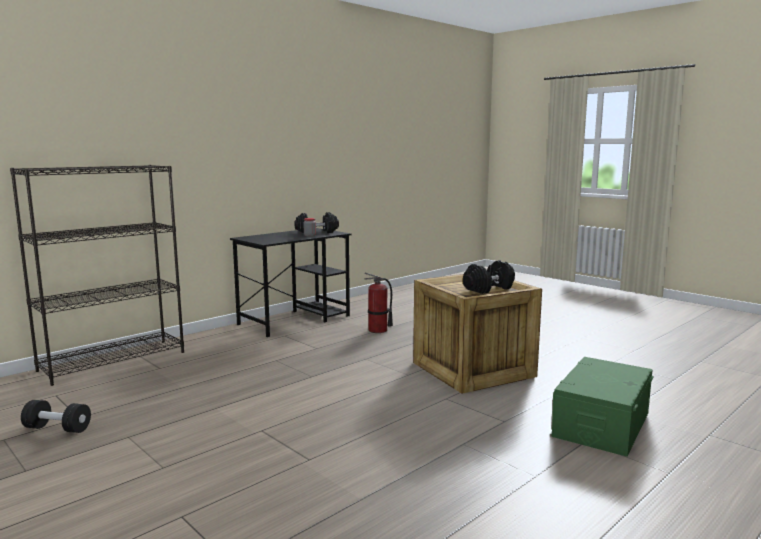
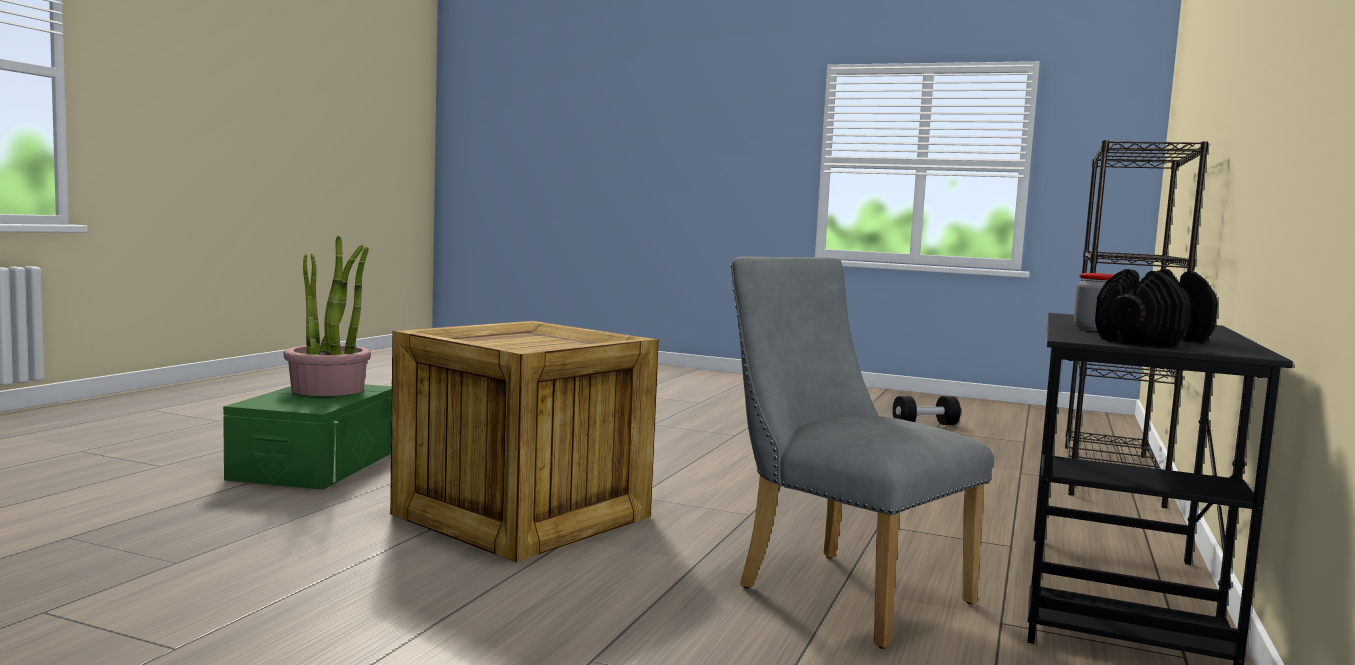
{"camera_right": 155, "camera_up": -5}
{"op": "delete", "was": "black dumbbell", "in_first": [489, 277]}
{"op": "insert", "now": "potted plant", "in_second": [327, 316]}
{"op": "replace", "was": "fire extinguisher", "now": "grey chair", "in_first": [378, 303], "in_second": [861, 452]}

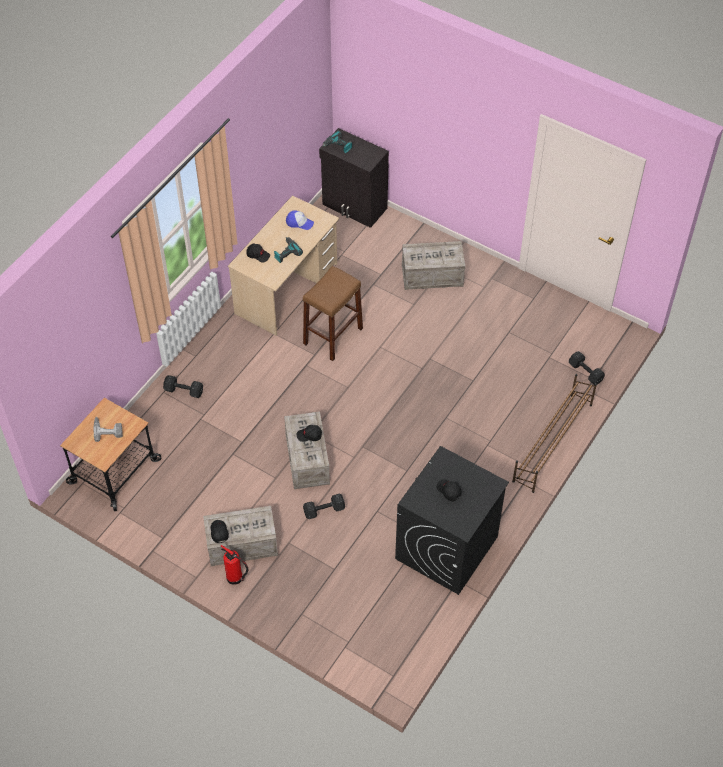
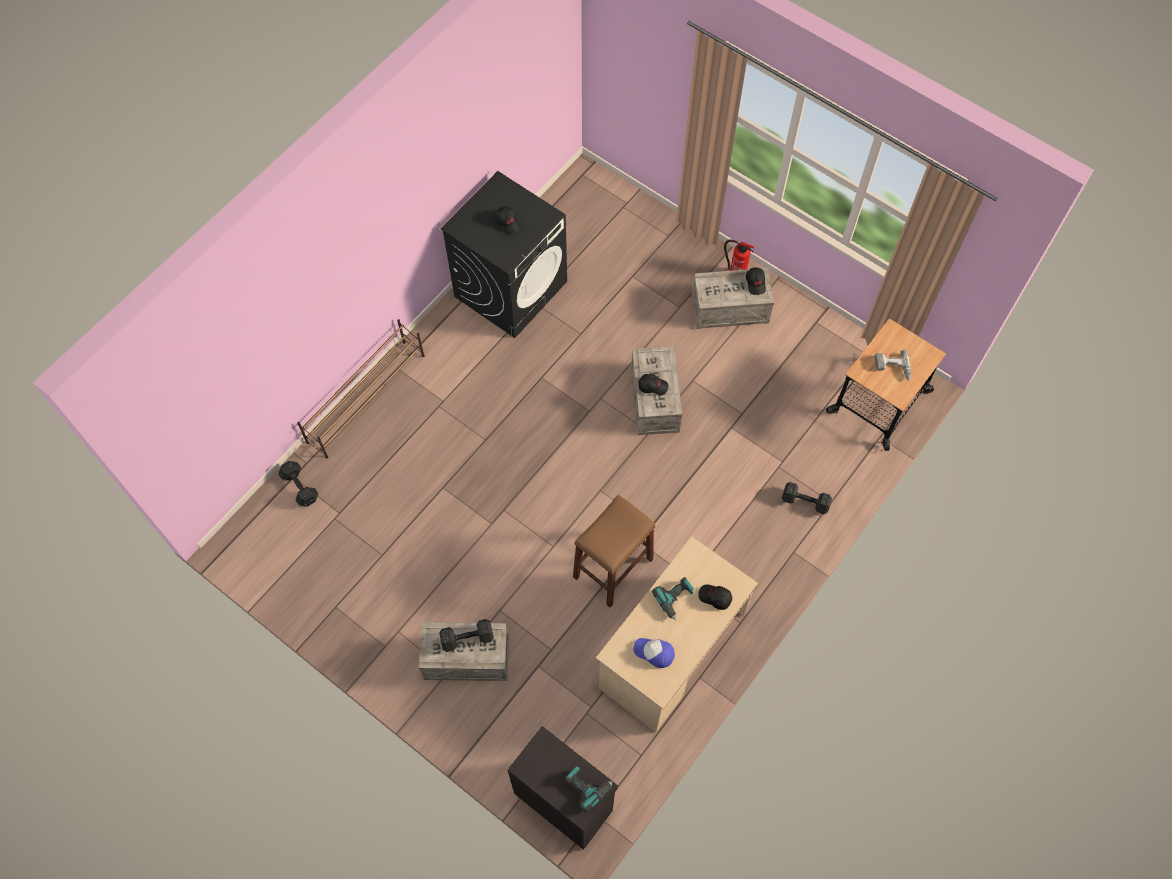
{"camera_right": -175, "camera_up": 10}
{"op": "move", "was": "black dumbbell", "in_first": [324, 506], "in_second": [467, 635]}

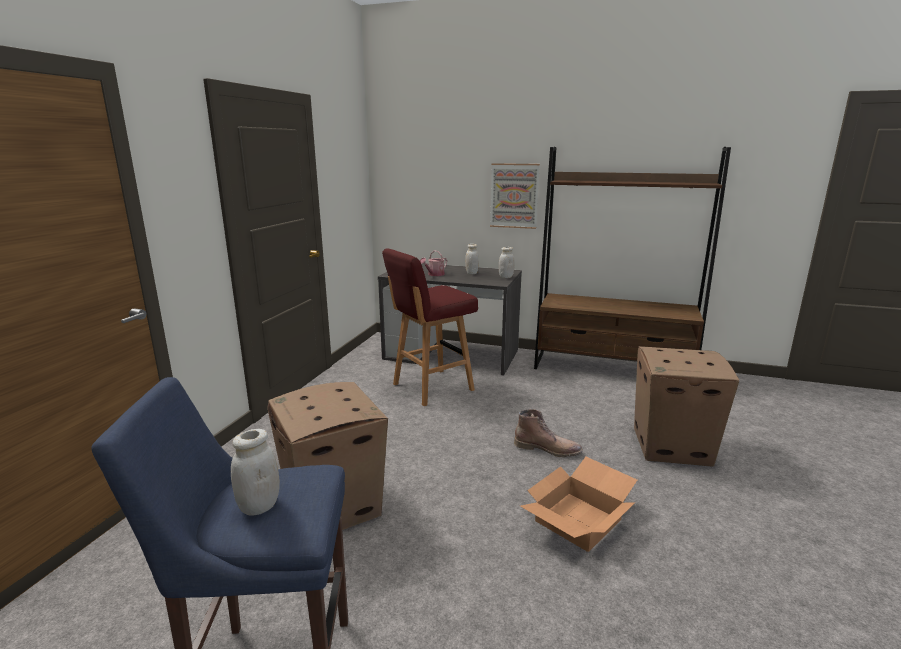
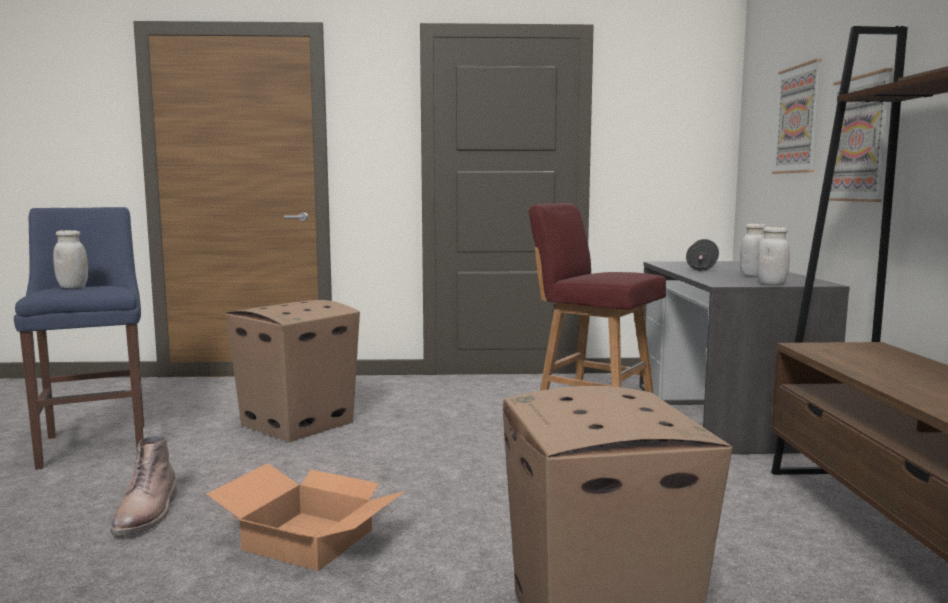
{"camera_right": 70, "camera_up": -10}
{"op": "insert", "now": "picture", "in_second": [797, 116]}
{"op": "move", "was": "brown boot", "in_first": [548, 433], "in_second": [144, 485]}
{"op": "replace", "was": "watering can", "now": "black dumbbell", "in_first": [433, 263], "in_second": [702, 255]}

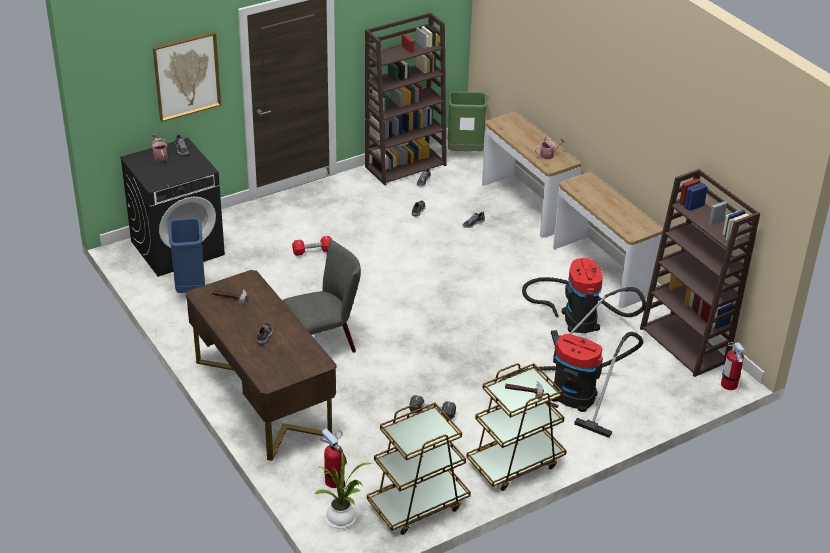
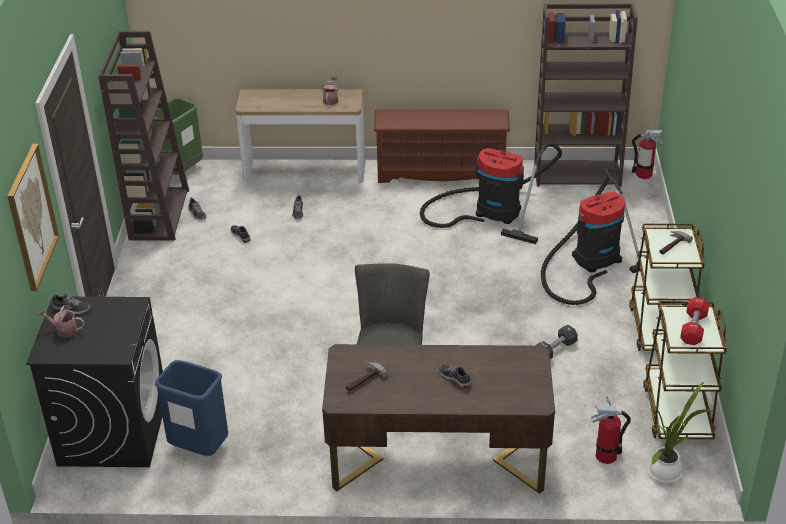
{"camera_right": -55, "camera_up": 0}
{"op": "move", "was": "red dumbbell", "in_first": [312, 246], "in_second": [695, 321]}
{"op": "replace", "was": "console table", "now": "brown shoe rack", "in_first": [608, 240], "in_second": [442, 146]}

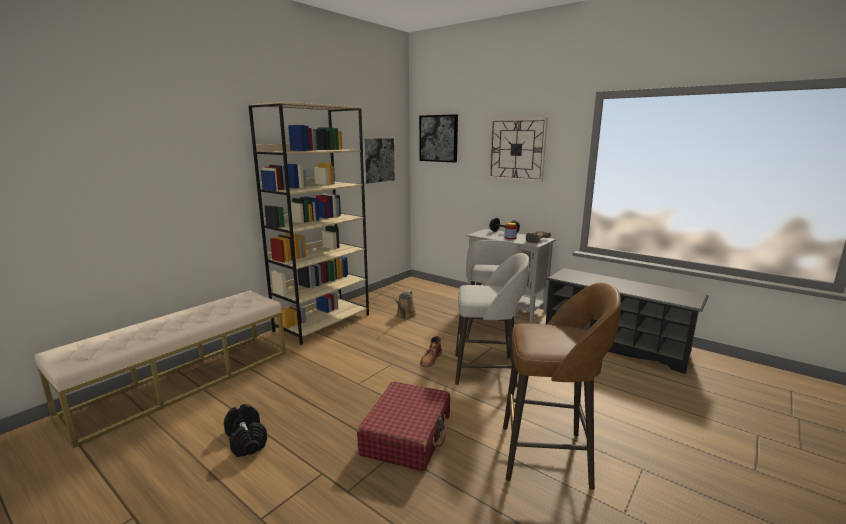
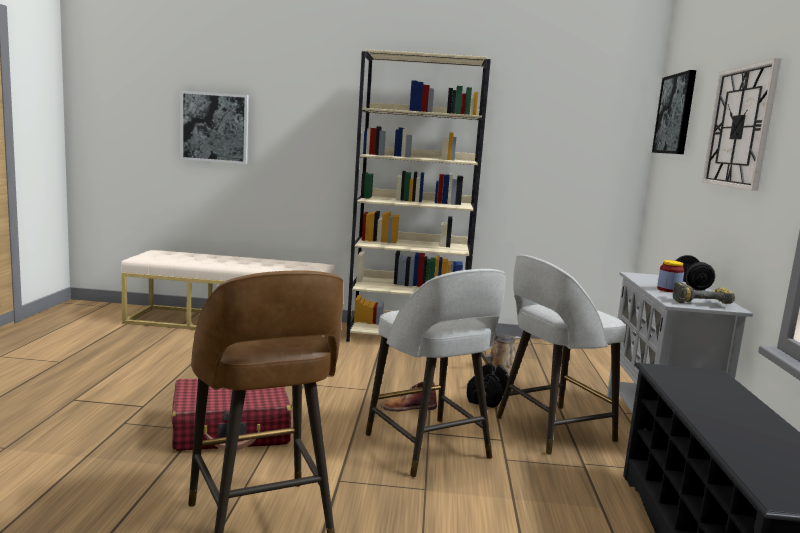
{"camera_right": 55, "camera_up": -5}
{"op": "move", "was": "black dumbbell", "in_first": [245, 430], "in_second": [488, 385]}
{"op": "move", "was": "picture", "in_first": [379, 161], "in_second": [214, 127]}

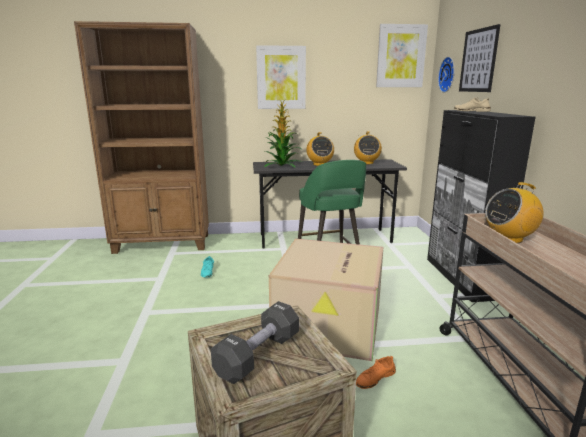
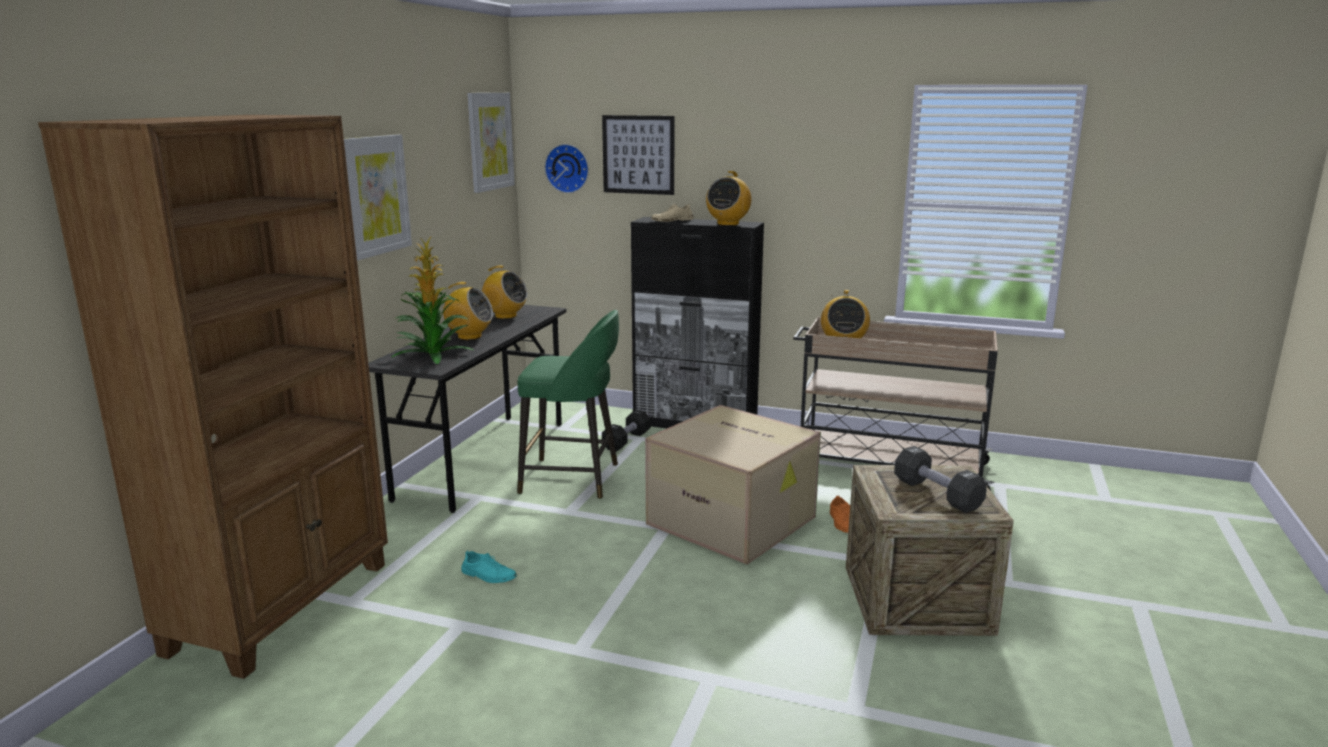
{"camera_right": -65, "camera_up": 0}
{"op": "insert", "now": "black dumbbell", "in_second": [626, 431]}
{"op": "insert", "now": "radio", "in_second": [728, 198]}

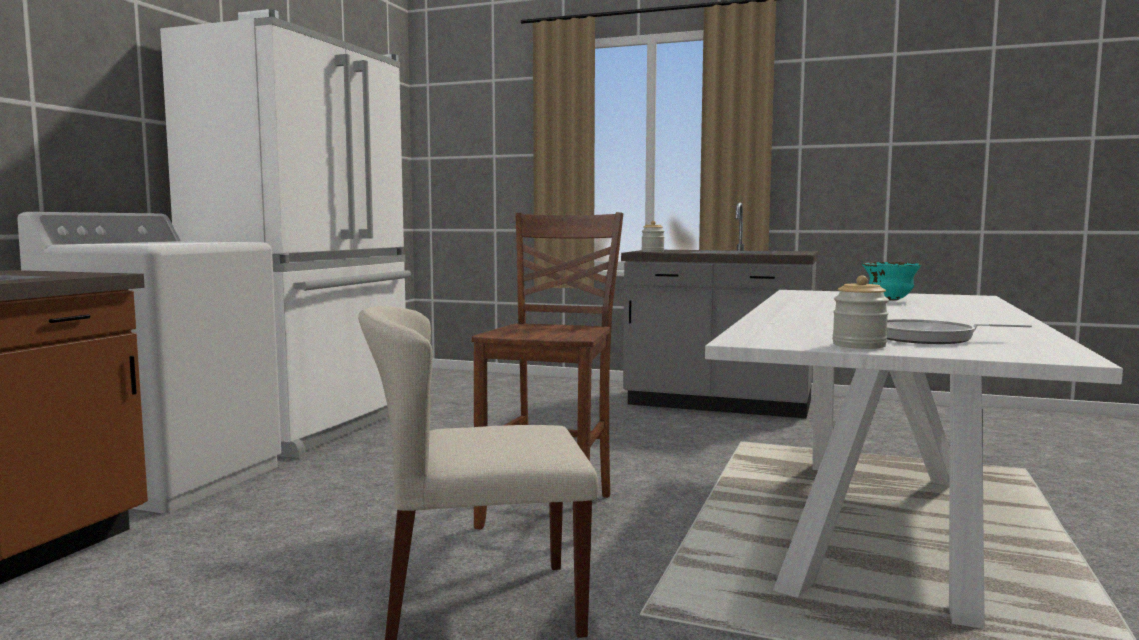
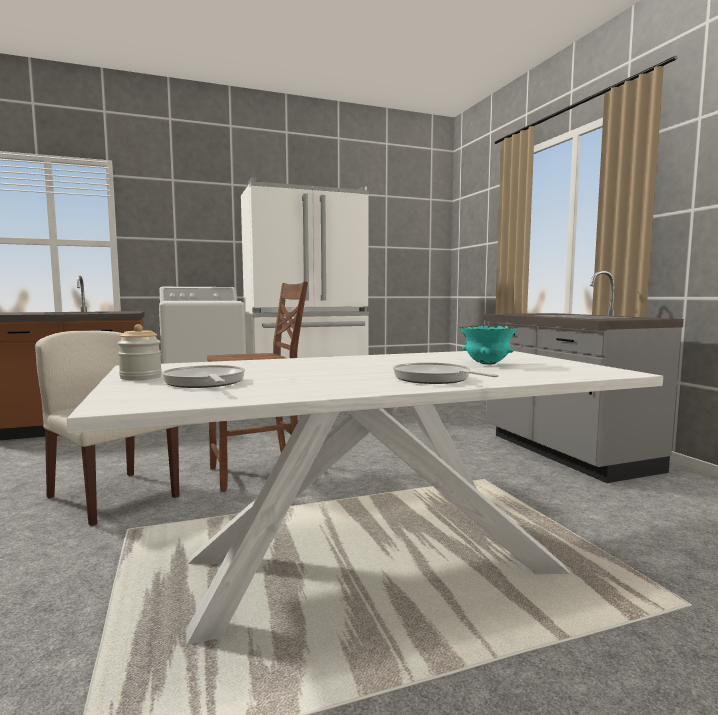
{"camera_right": 50, "camera_up": 0}
{"op": "delete", "was": "jar", "in_first": [653, 236]}
{"op": "insert", "now": "frying pan", "in_second": [446, 373]}

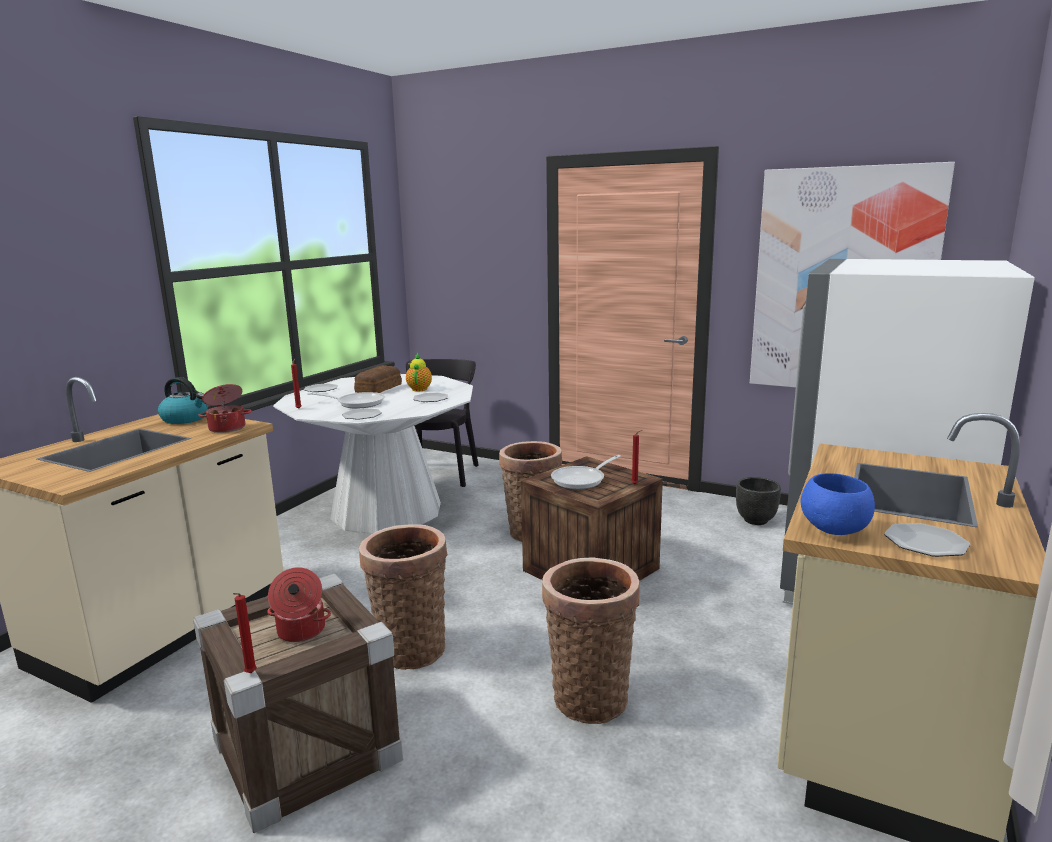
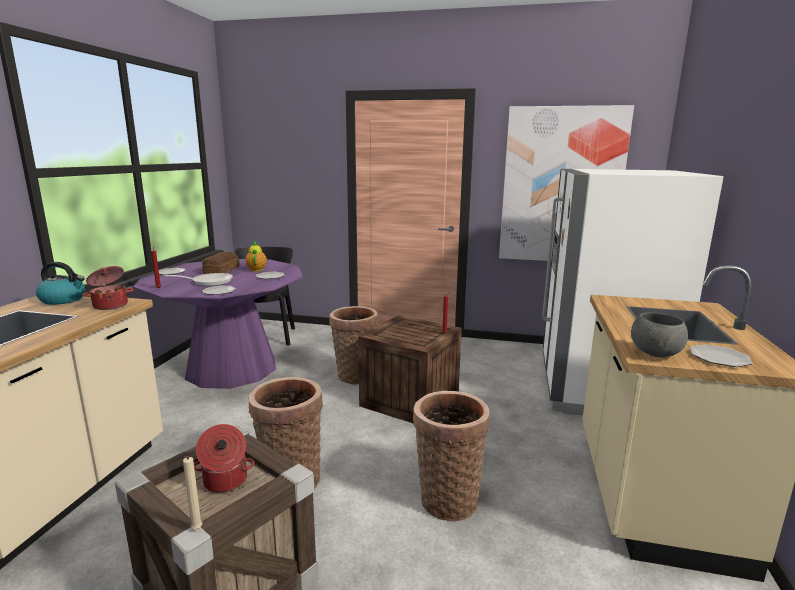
{"camera_right": -15, "camera_up": 0}
{"op": "delete", "was": "frying pan", "in_first": [586, 472]}
{"op": "delete", "was": "black planter", "in_first": [758, 501]}
{"op": "recolor", "was": "red candle", "now": "beige candle", "in_first": [245, 633], "in_second": [192, 492]}
{"op": "recolor", "was": "white dining table", "now": "purple dining table", "in_first": [373, 454], "in_second": [218, 324]}
{"op": "recolor", "was": "blue bowl", "now": "grey bowl", "in_first": [838, 504], "in_second": [659, 334]}

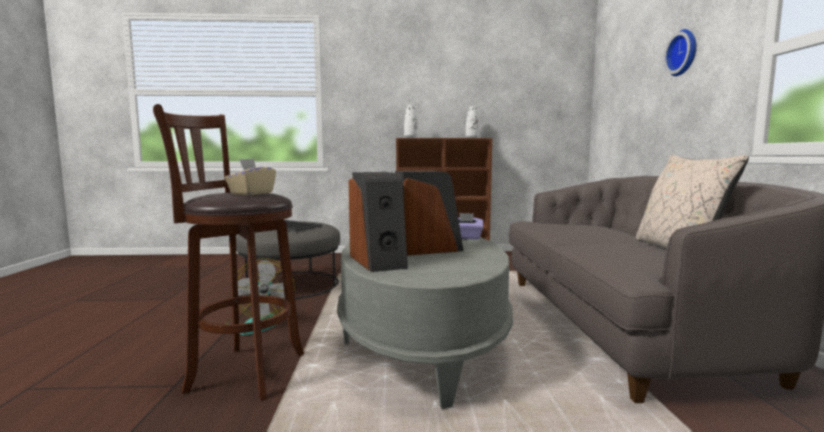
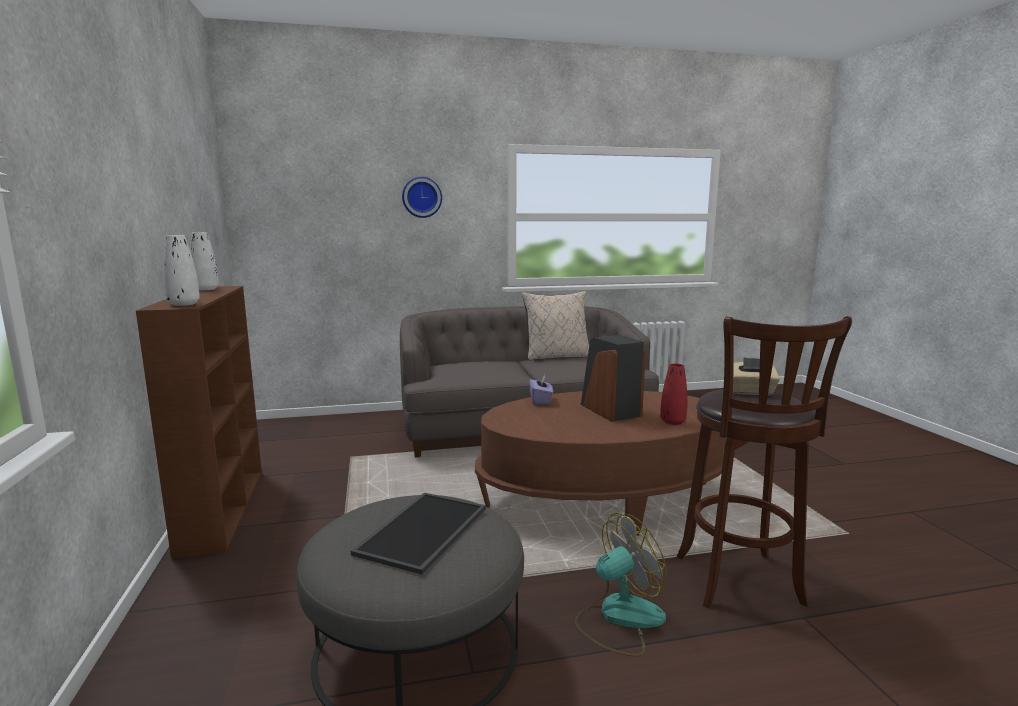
{"camera_right": -100, "camera_up": 5}
{"op": "replace", "was": "speaker", "now": "red vase", "in_first": [378, 222], "in_second": [673, 394]}
{"op": "recolor", "was": "grey coffee table", "now": "brown coffee table", "in_first": [425, 323], "in_second": [600, 463]}

